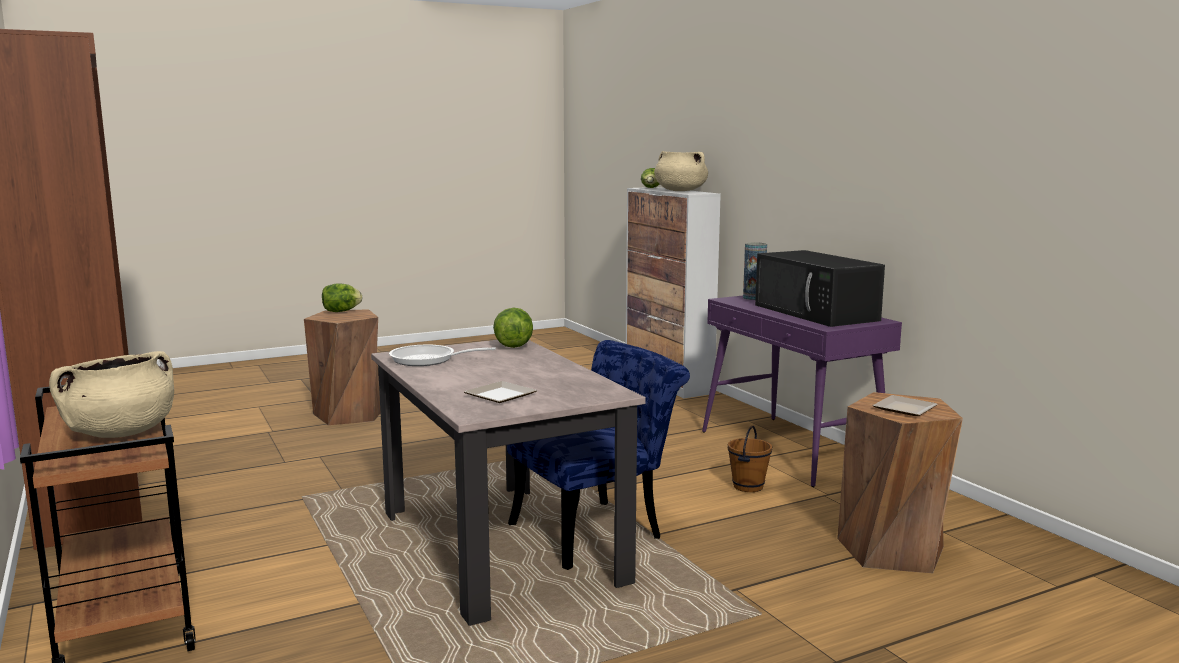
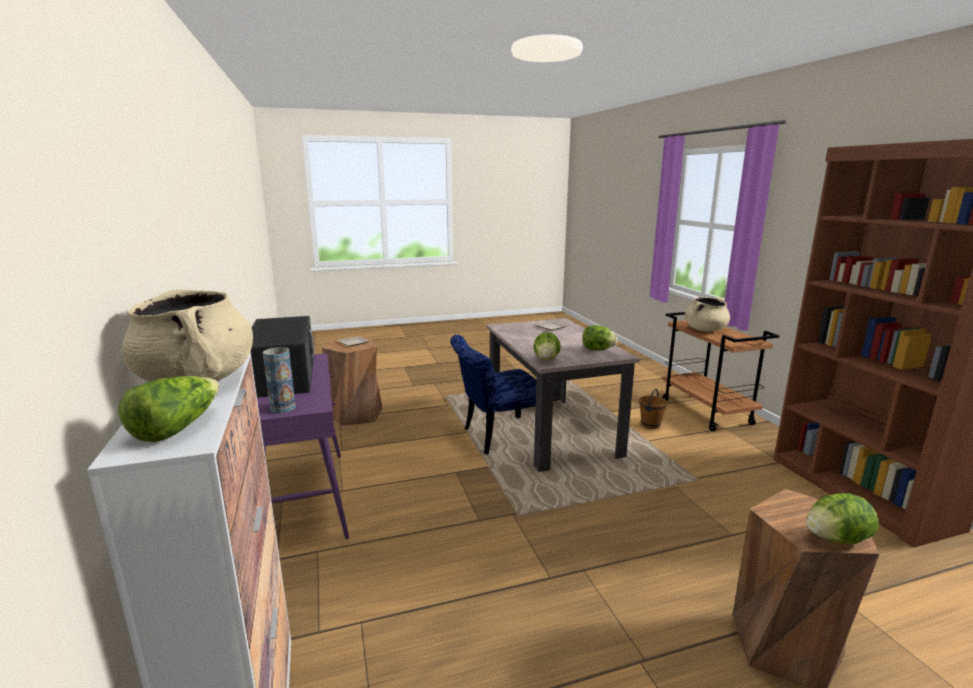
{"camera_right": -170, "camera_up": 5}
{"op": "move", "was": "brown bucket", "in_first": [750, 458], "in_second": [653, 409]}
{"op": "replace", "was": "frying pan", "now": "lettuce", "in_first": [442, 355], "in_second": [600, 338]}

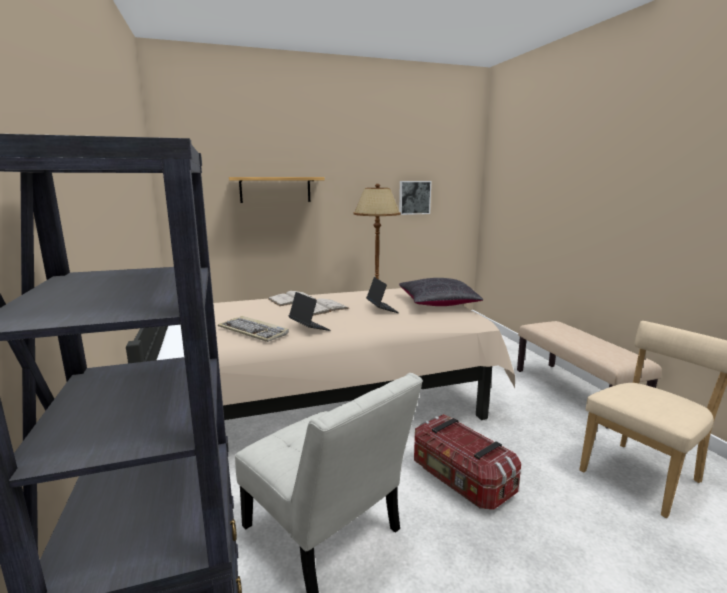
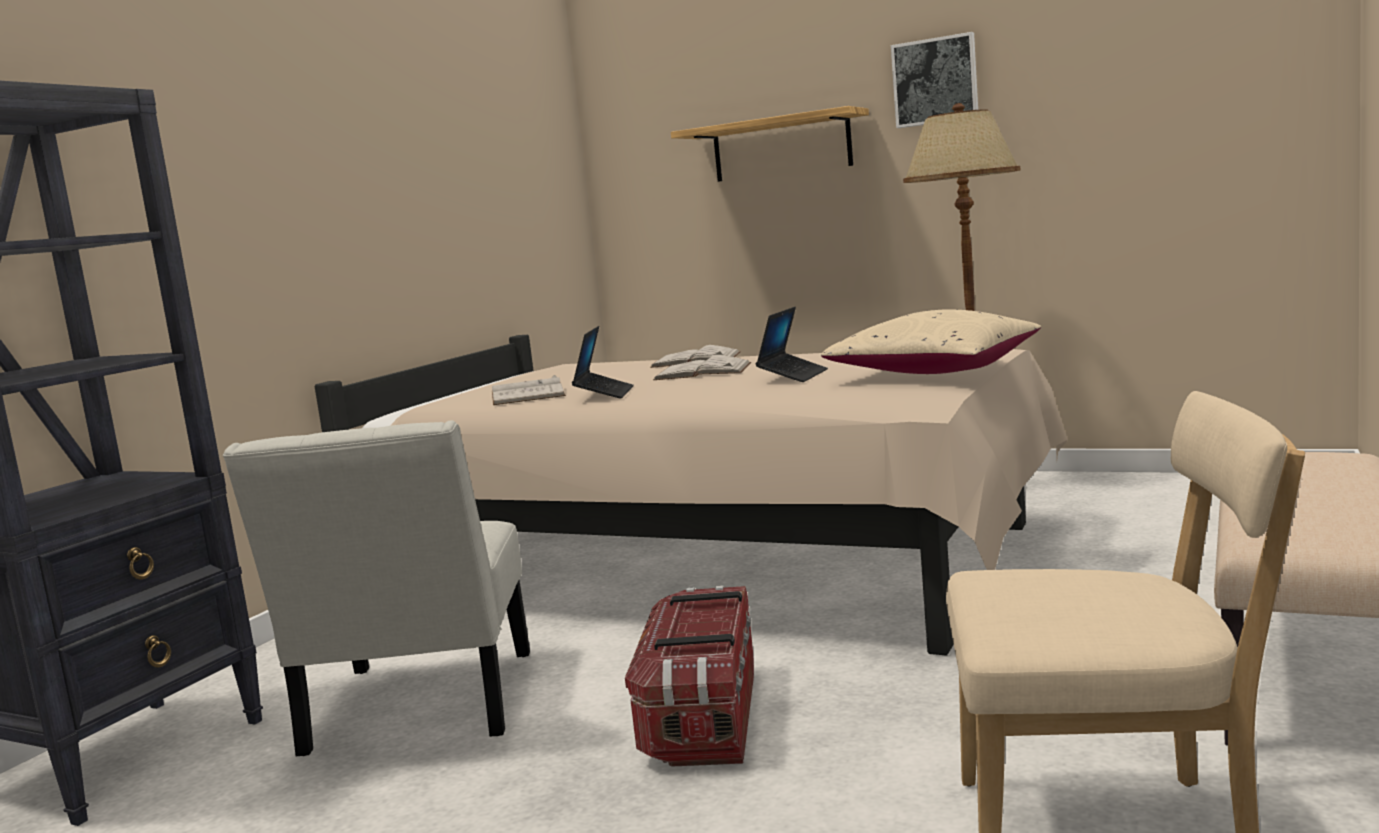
{"camera_right": 45, "camera_up": -5}
{"op": "move", "was": "picture", "in_first": [415, 198], "in_second": [934, 80]}
{"op": "replace", "was": "keyboard", "now": "white book", "in_first": [253, 329], "in_second": [529, 390]}
{"op": "recolor", "was": "black pillow", "now": "beige pillow", "in_first": [441, 292], "in_second": [931, 341]}

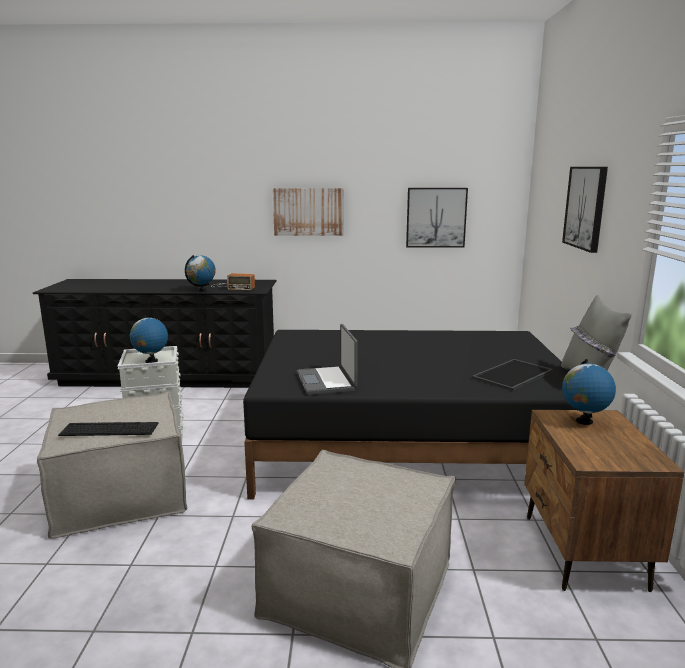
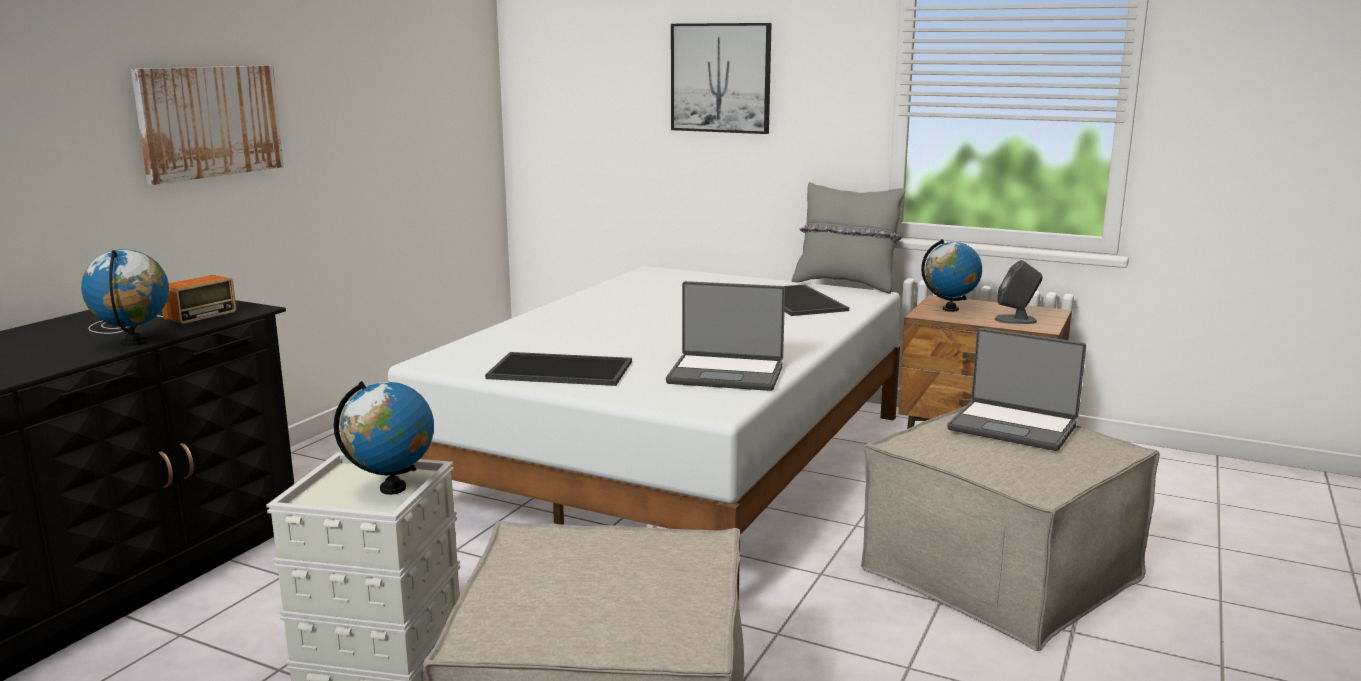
{"camera_right": -65, "camera_up": 0}
{"op": "delete", "was": "keyboard", "in_first": [108, 429]}
{"op": "delete", "was": "picture", "in_first": [437, 218]}
{"op": "insert", "now": "tray", "in_second": [558, 369]}
{"op": "insert", "now": "laptop", "in_second": [1016, 389]}
{"op": "insert", "now": "grey speaker", "in_second": [1019, 292]}
{"op": "recolor", "was": "black bed", "now": "white bed", "in_first": [409, 414], "in_second": [644, 433]}

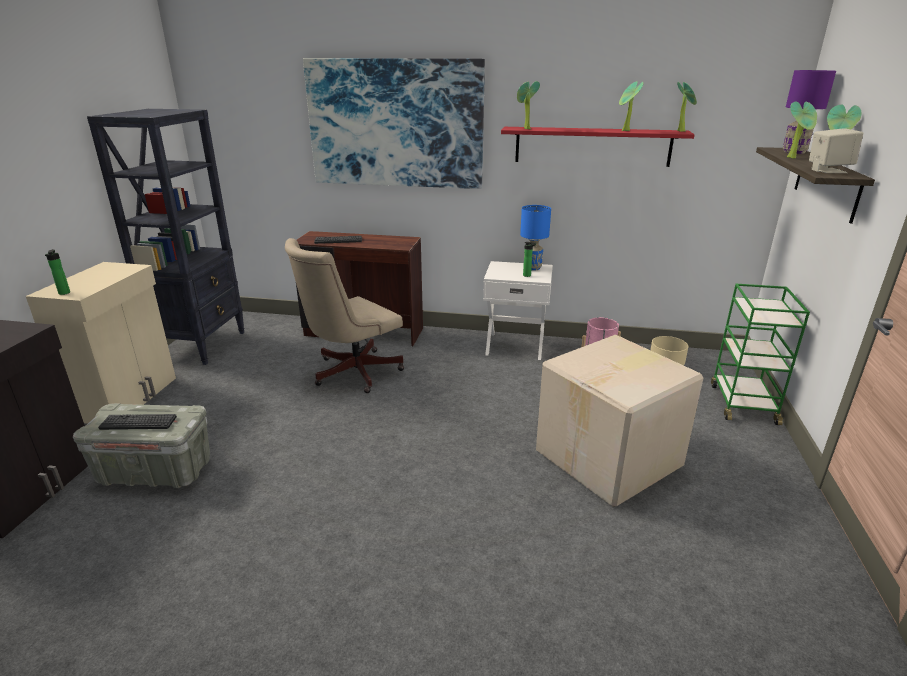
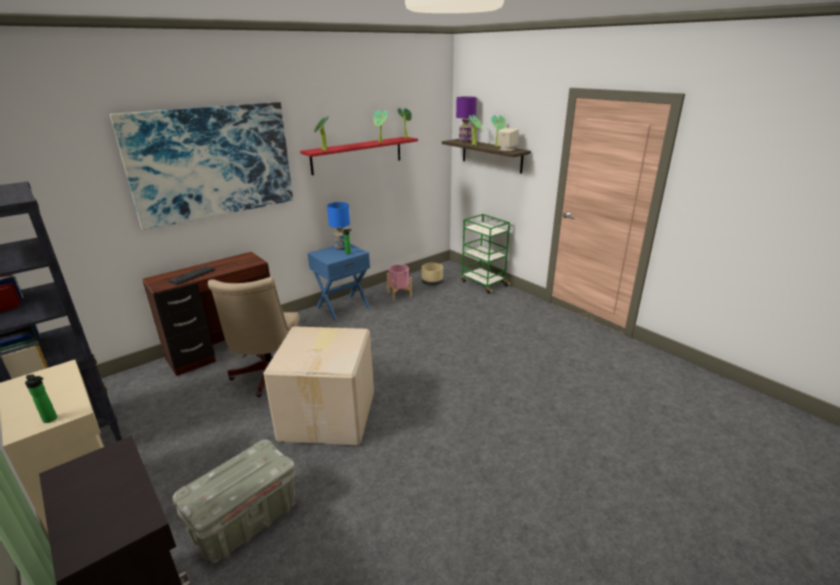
{"camera_right": -50, "camera_up": 0}
{"op": "delete", "was": "keyboard", "in_first": [137, 422]}
{"op": "move", "was": "cardboard box", "in_first": [619, 421], "in_second": [318, 385]}
{"op": "recolor", "was": "white nightstand", "now": "blue nightstand", "in_first": [518, 310], "in_second": [338, 282]}

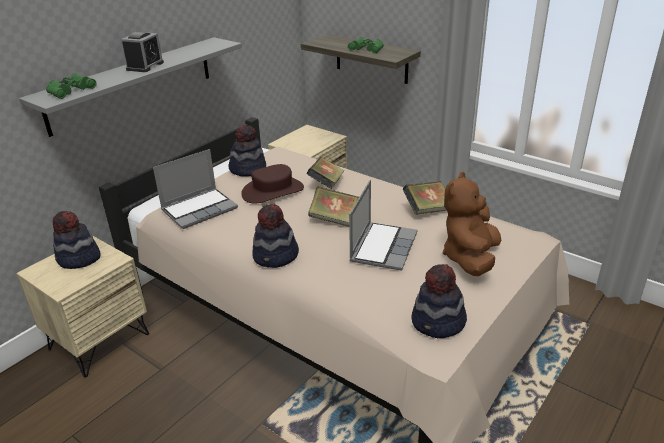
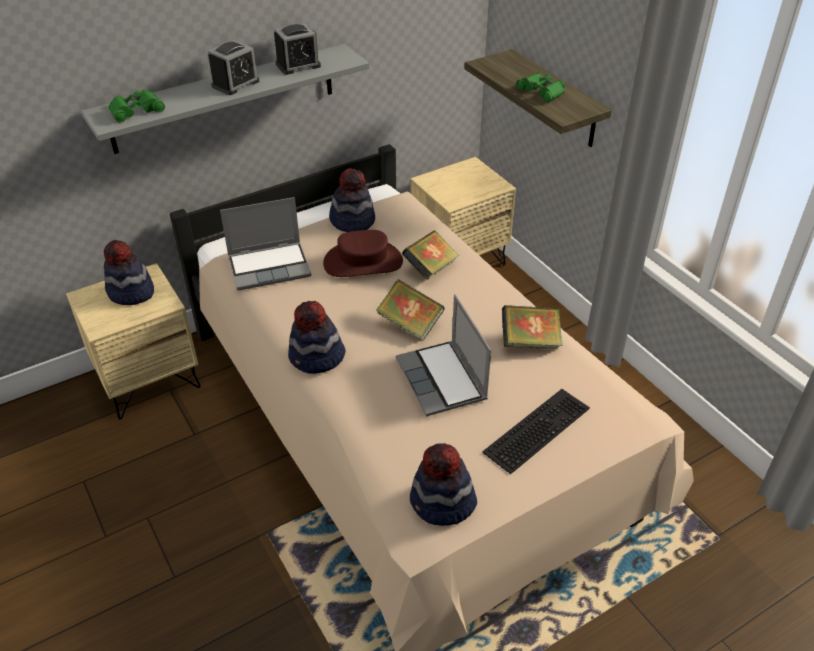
{"camera_right": 20, "camera_up": 10}
{"op": "insert", "now": "alarm clock", "in_second": [297, 49]}
{"op": "replace", "was": "brown plush toy", "now": "keyboard", "in_first": [472, 224], "in_second": [536, 431]}
{"op": "rotate", "was": "laptop", "in_first": [383, 225], "in_second": [443, 355], "clockwise": 120}

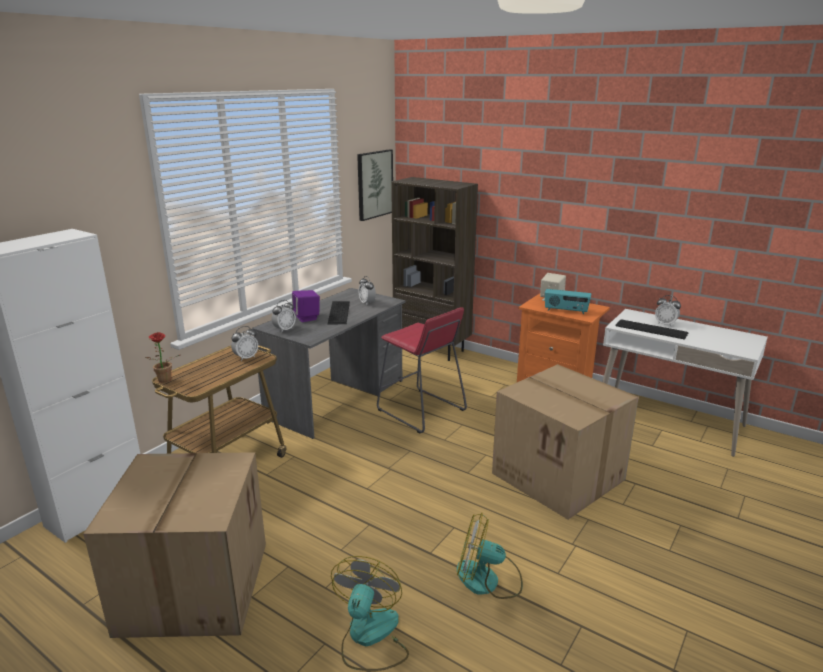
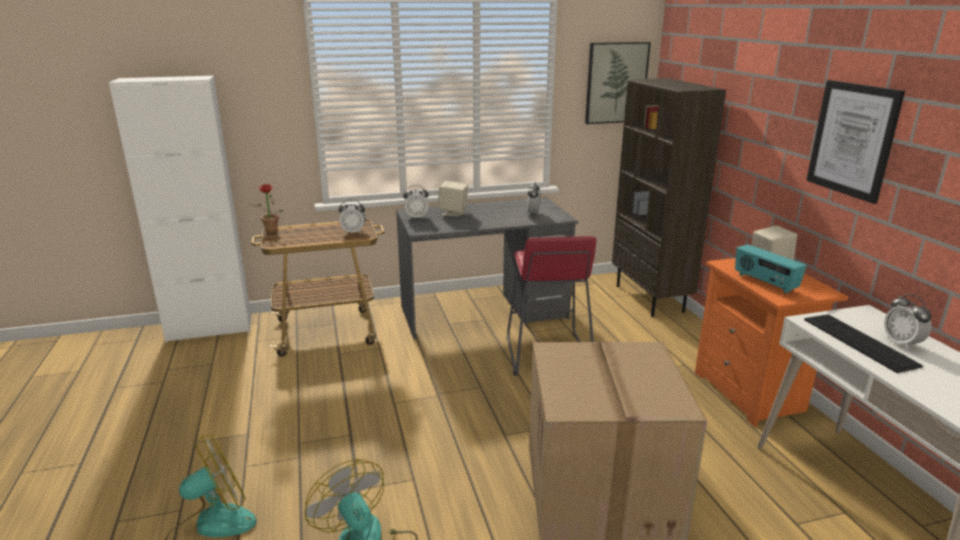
{"camera_right": 40, "camera_up": 0}
{"op": "delete", "was": "cardboard box", "in_first": [174, 545]}
{"op": "delete", "was": "keyboard", "in_first": [339, 313]}
{"op": "insert", "now": "picture", "in_second": [855, 142]}
{"op": "recolor", "was": "purple speaker", "now": "beige speaker", "in_first": [306, 306], "in_second": [453, 198]}

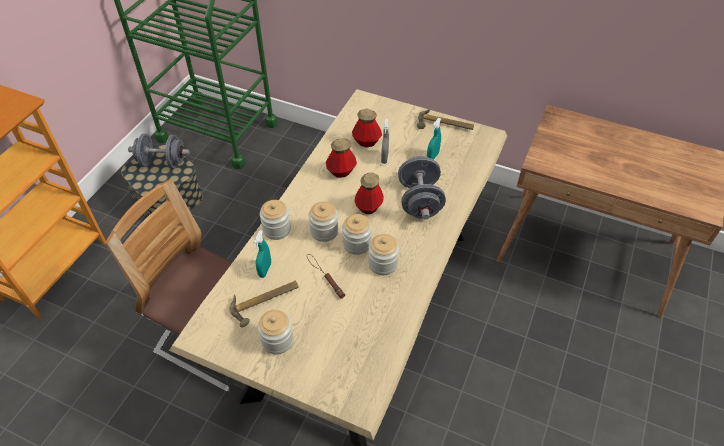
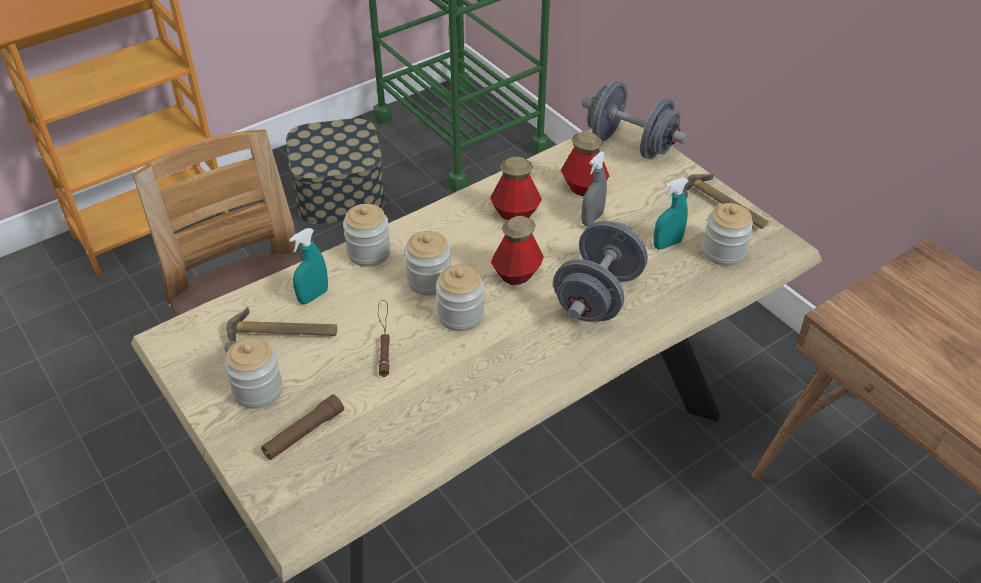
{"camera_right": 30, "camera_up": -5}
{"op": "insert", "now": "brown flashlight", "in_second": [302, 427]}
{"op": "move", "was": "grey dumbbell", "in_first": [159, 150], "in_second": [634, 120]}
{"op": "move", "was": "jar", "in_first": [383, 254], "in_second": [727, 234]}

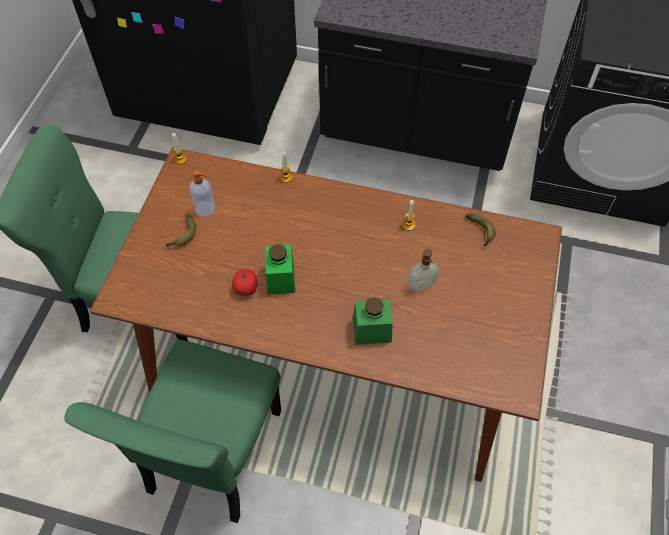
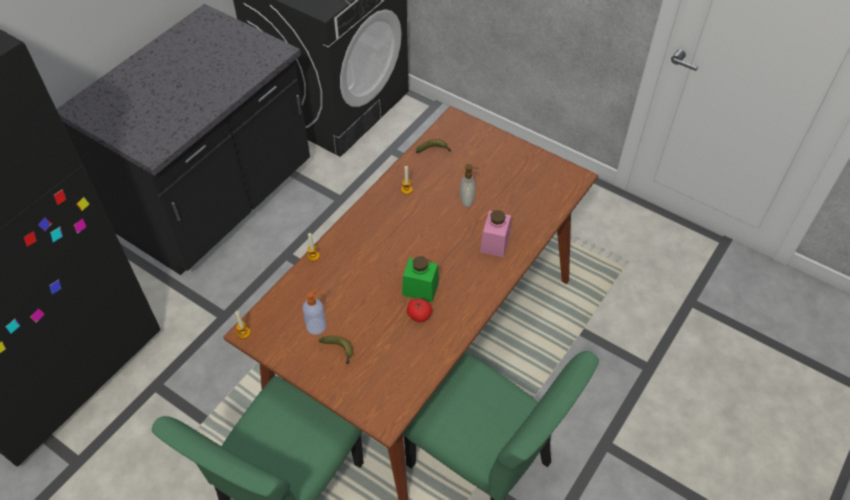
{"camera_right": -70, "camera_up": -5}
{"op": "recolor", "was": "green jar", "now": "pink jar", "in_first": [373, 321], "in_second": [495, 233]}

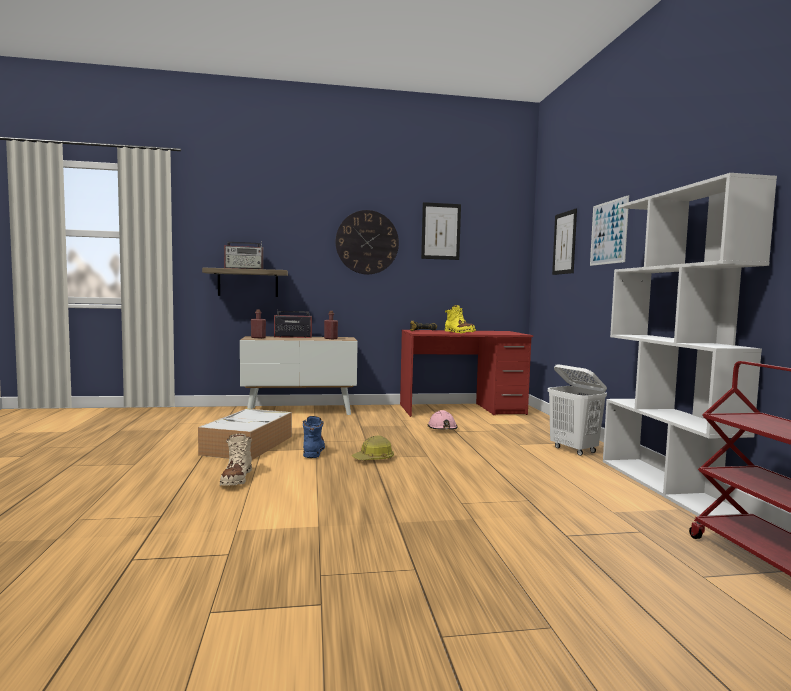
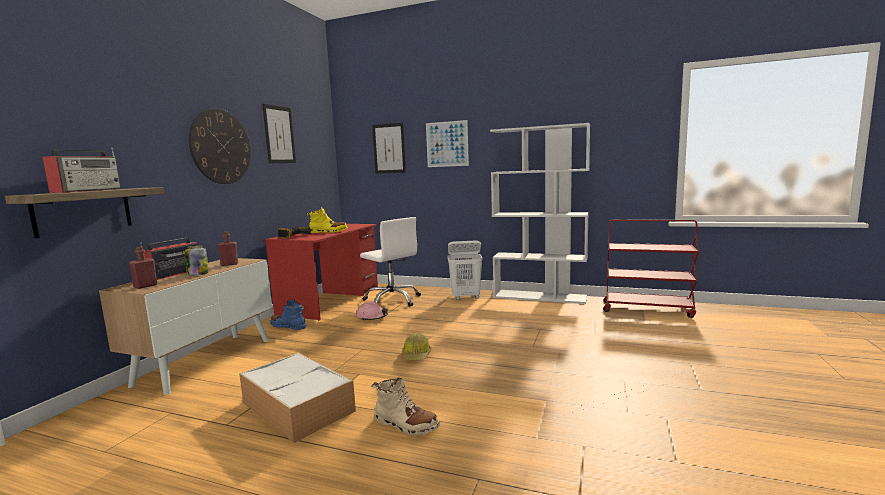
{"camera_right": -60, "camera_up": 5}
{"op": "insert", "now": "jar", "in_second": [196, 260]}
{"op": "insert", "now": "white office chair", "in_second": [390, 262]}
{"op": "move", "was": "blue boot", "in_first": [314, 437], "in_second": [288, 314]}

